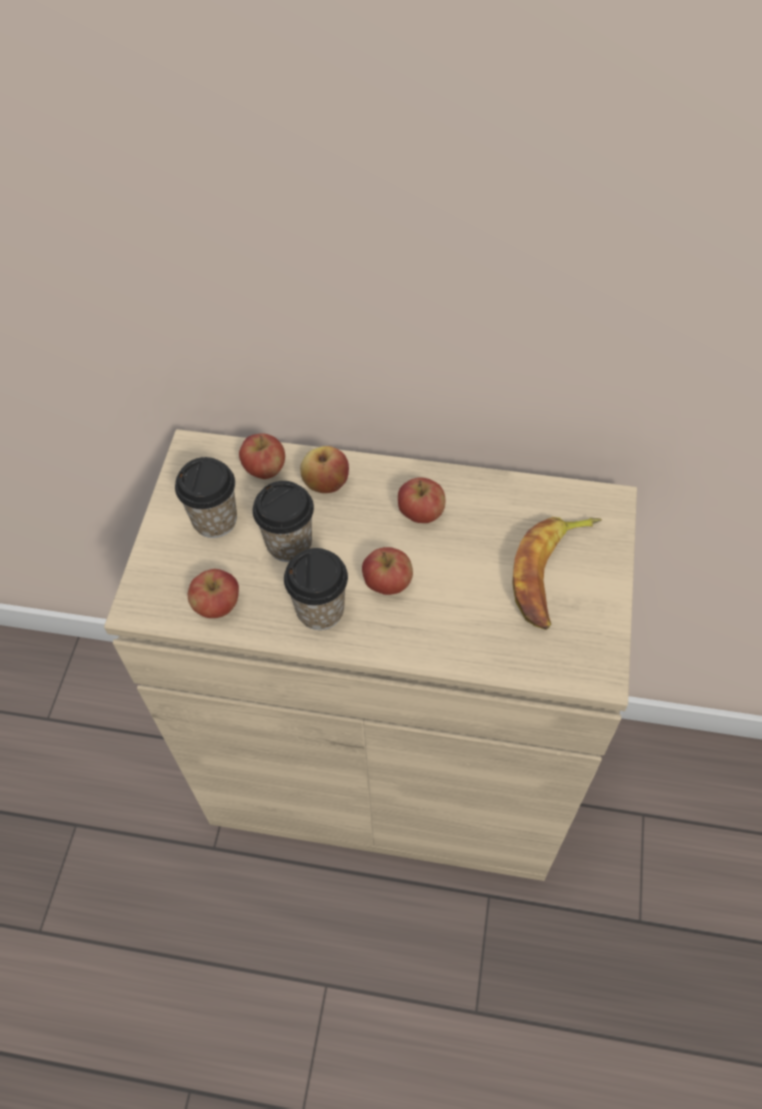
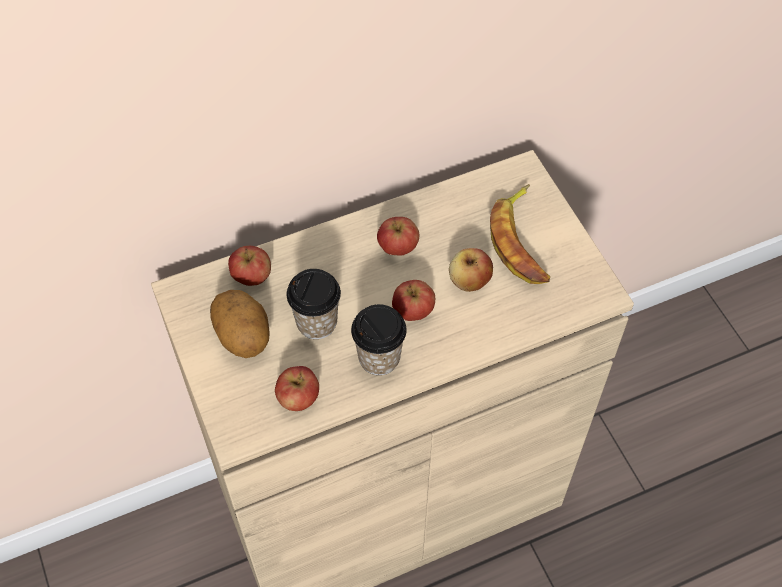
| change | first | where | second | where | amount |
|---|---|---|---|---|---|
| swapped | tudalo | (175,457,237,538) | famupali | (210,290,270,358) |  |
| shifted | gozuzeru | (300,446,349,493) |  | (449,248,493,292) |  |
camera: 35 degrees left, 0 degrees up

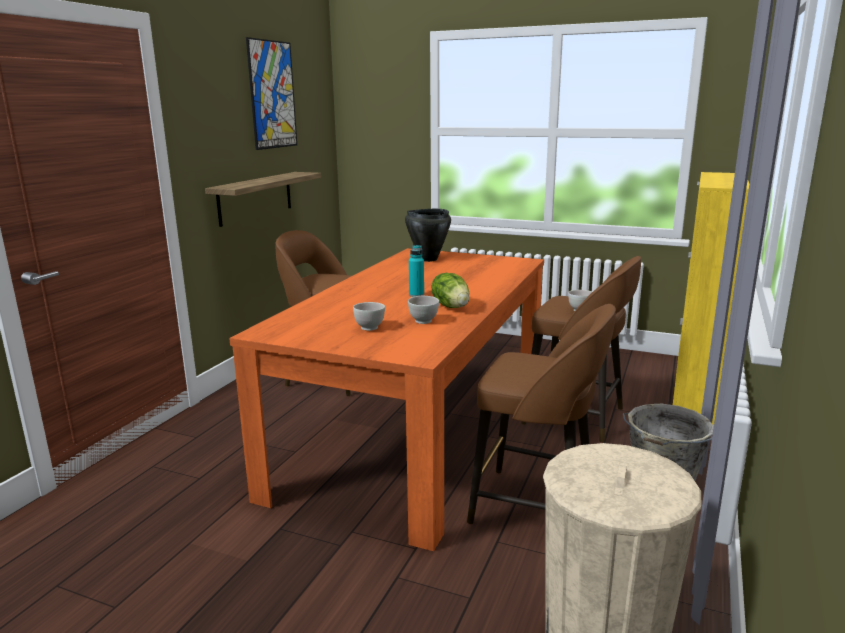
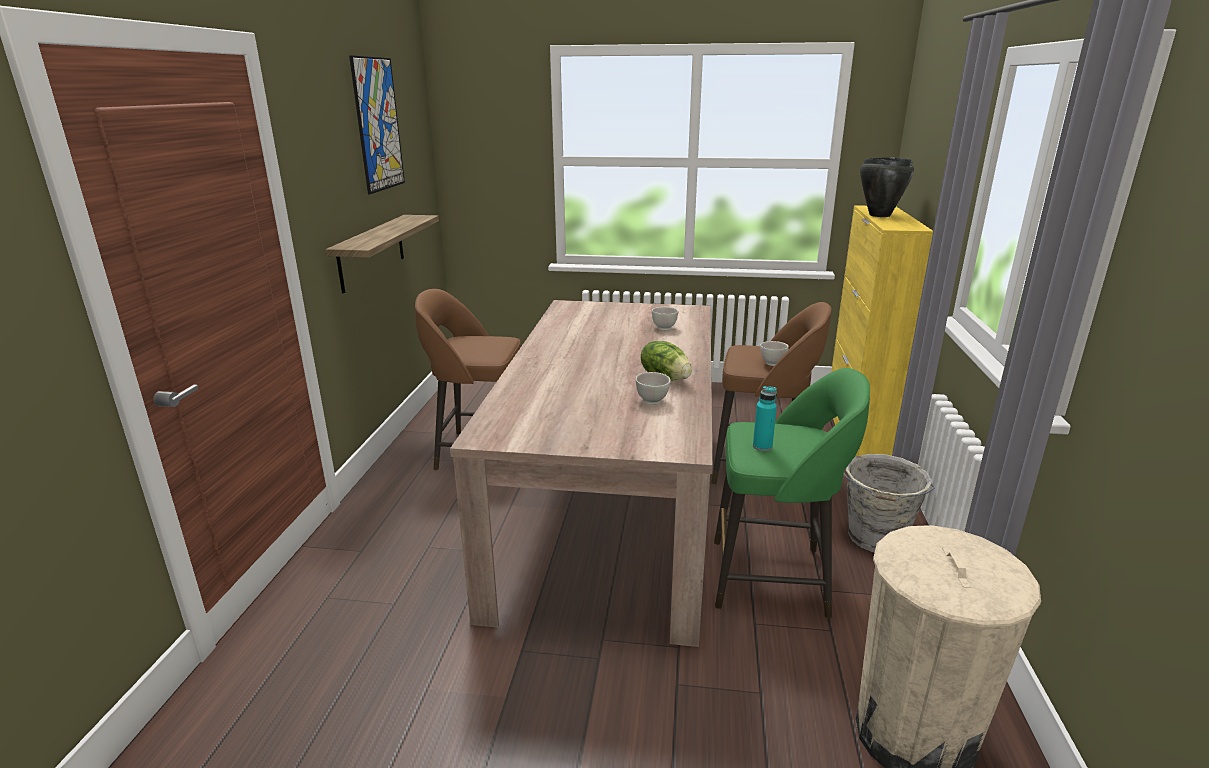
| change | first | where | second | where | amount |
|---|---|---|---|---|---|
| repainted | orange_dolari | (229,248,544,551) | beige_dolari | (450,300,713,647) |  |
| shifted | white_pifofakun | (353,302,385,331) |  | (652,307,678,330) |  |
| shifted | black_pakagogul | (405,209,451,262) |  | (860,157,914,217) |  |
| shifted | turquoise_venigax | (409,245,424,297) |  | (753,386,777,451) |  |
| repainted | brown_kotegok | (467,304,616,524) | green_kotegok | (714,368,870,619) |  |
camera: 15 degrees left, 5 degrees up

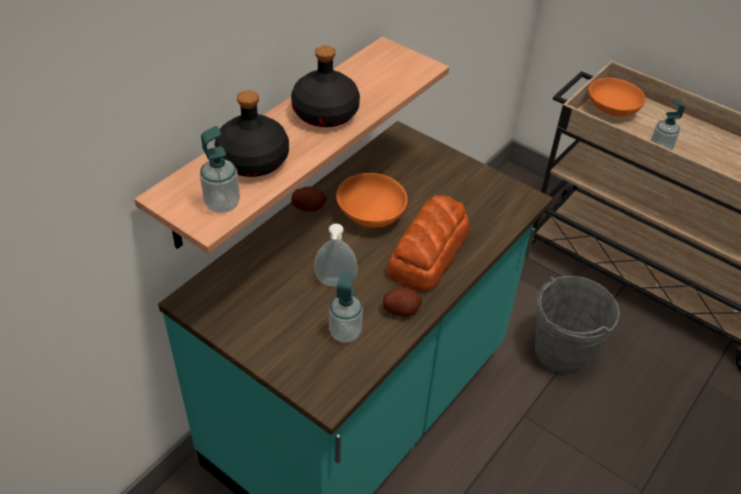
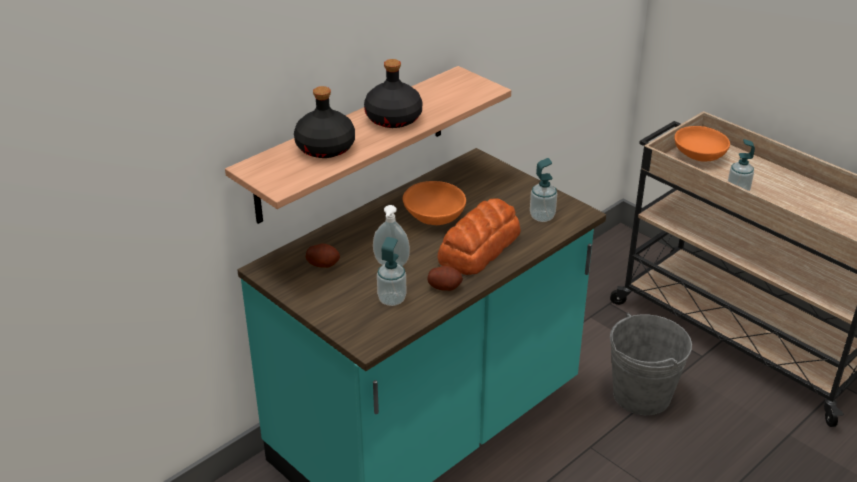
| change | first | where | second | where | amount |
|---|---|---|---|---|---|
| shifted | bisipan | (200,126,240,213) |  | (530,158,557,222) |  |
| shifted | famupali | (291,186,327,212) |  | (306,243,340,268) |  |
camera: 10 degrees right, 10 degrees down

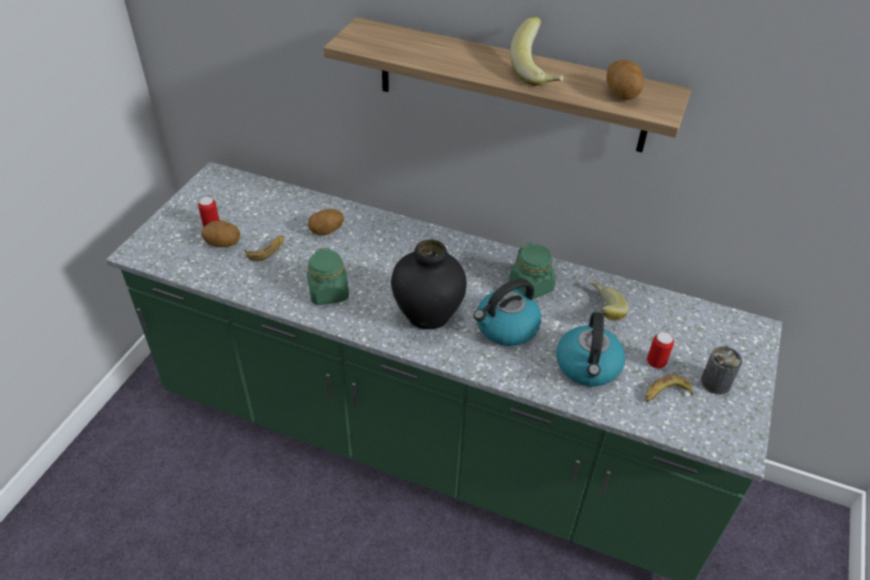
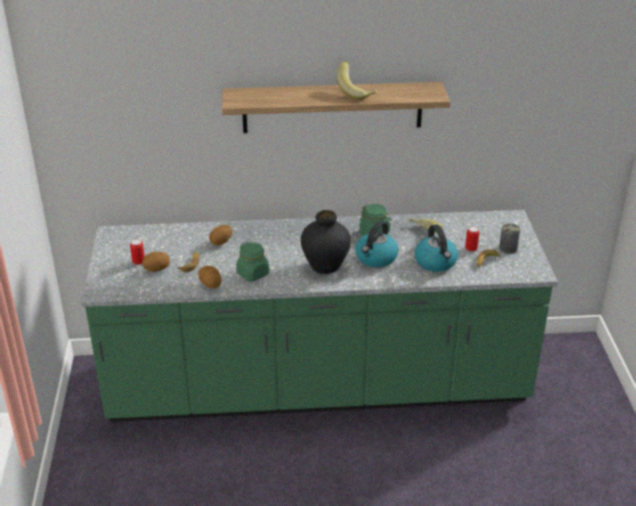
| change | first | where | second | where | amount |
|---|---|---|---|---|---|
| shifted | famupali | (606,60,644,100) |  | (198,266,221,289) |  |
camera: 25 degrees left, 10 degrees down

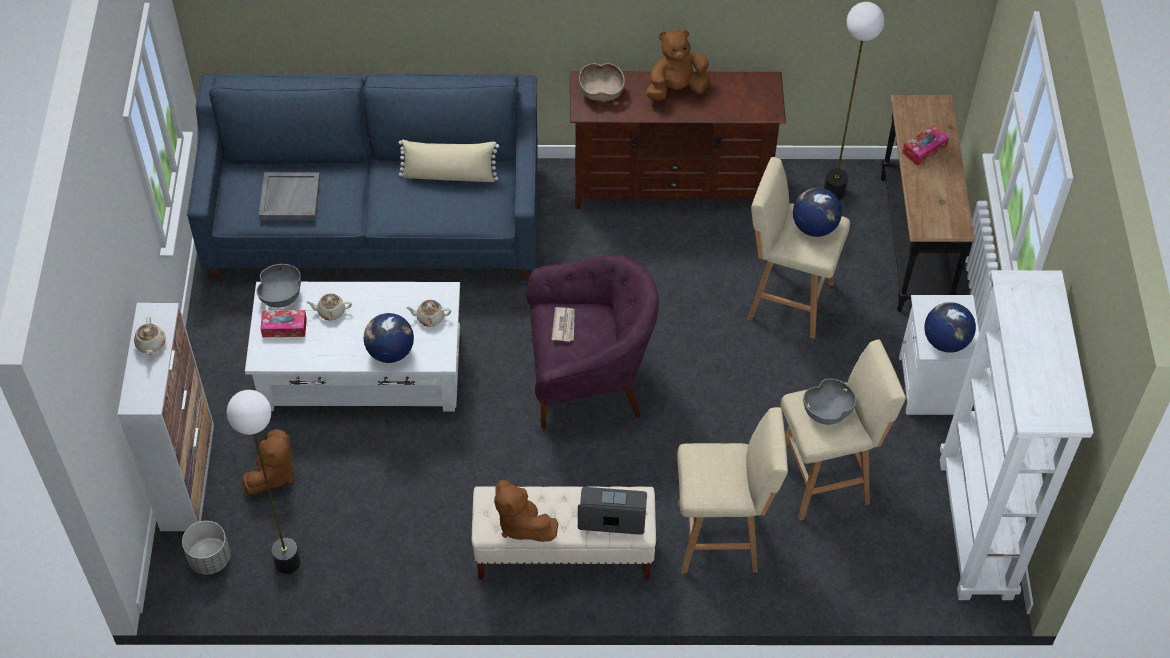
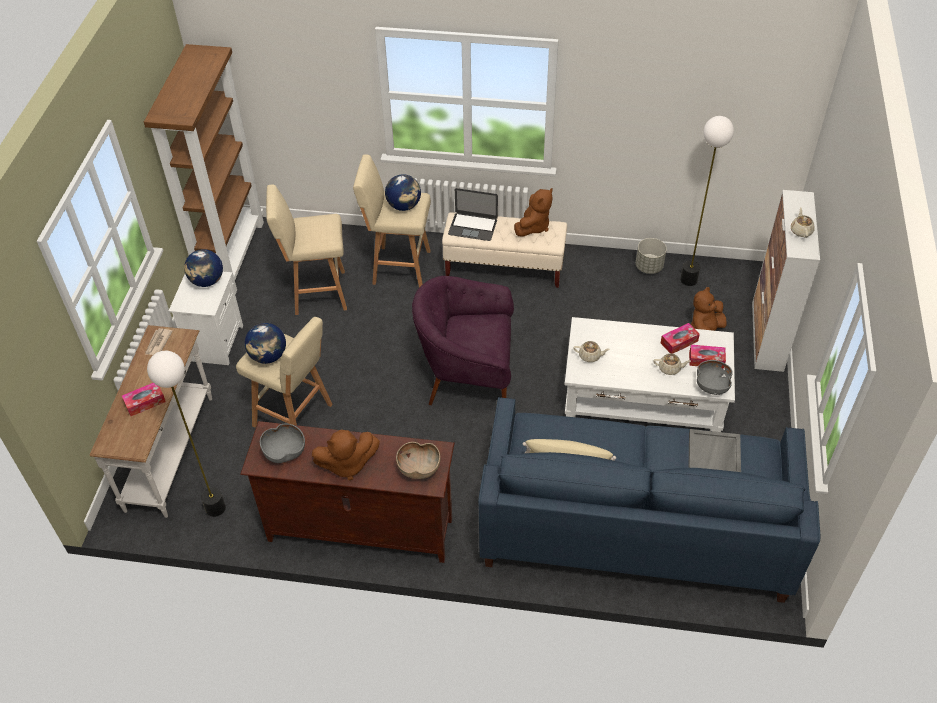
| change | first | where | second | where | amount |
|---|---|---|---|---|---|
| shifted | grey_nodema | (182,521,230,575) |  | (636,238,667,274) |  |
| shifted | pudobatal | (364,313,414,363) |  | (385,174,421,211) |  |
| rotated | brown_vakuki | (494,480,558,542) |  | (514,188,553,237) | 60 degrees clockwise |
| shifted | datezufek | (551,307,575,342) |  | (145,328,173,355) |  |
| shifted | grey_pifofakun | (803,378,856,425) |  | (260,424,305,463) |  |
| repainted | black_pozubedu | (881,95,975,312) | white_pozubedu | (90,325,212,518) |  |
| repainted | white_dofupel | (940,270,1093,600) | brown_dofupel | (144,44,264,295) |  |
| new |  |  | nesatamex | (661,323,700,354) |  |
camera: 170 degrees left, 5 degrees down

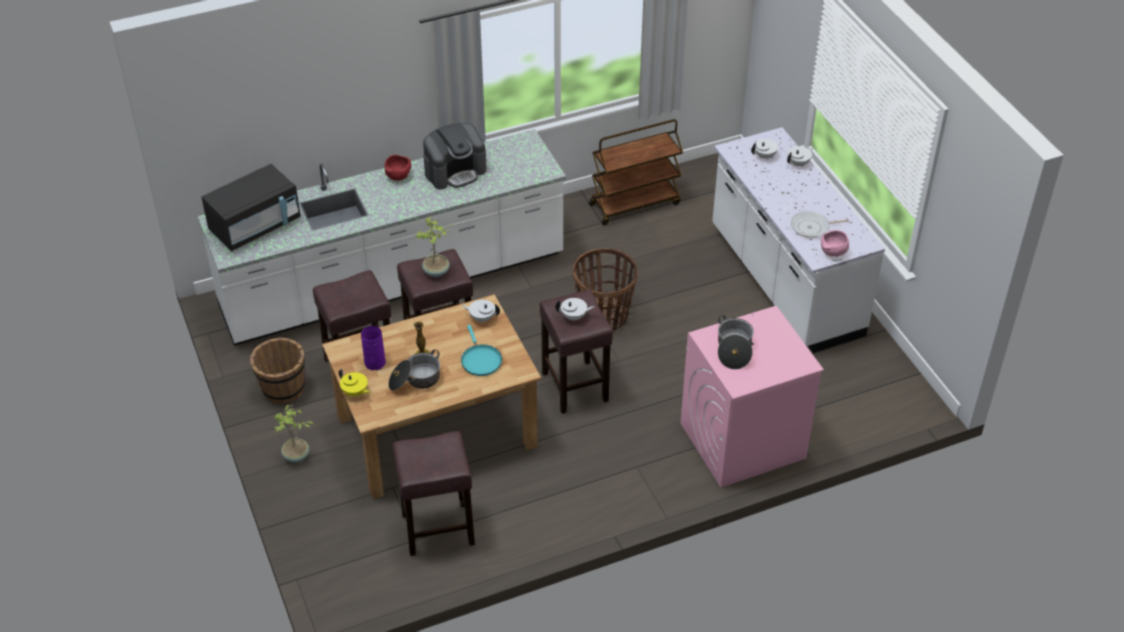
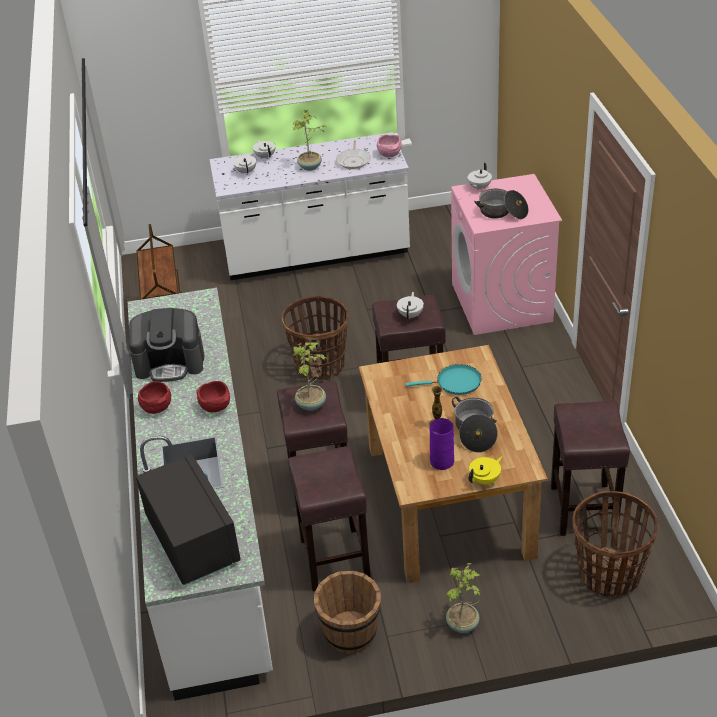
| change | first | where | second | where | amount |
|---|---|---|---|---|---|
| rotated | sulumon | (423,123,487,190) |  | (129,308,204,382) | 105 degrees clockwise |
| shifted | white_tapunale | (462,300,500,322) |  | (467,163,492,191) |  |
| new |  |  | red_pifofakun | (196,381,230,412) |  |
| new |  |  | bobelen | (293,109,327,171) |  |
| new |  |  | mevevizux | (572,491,659,597) |  |
camera: 75 degrees left, 5 degrees down

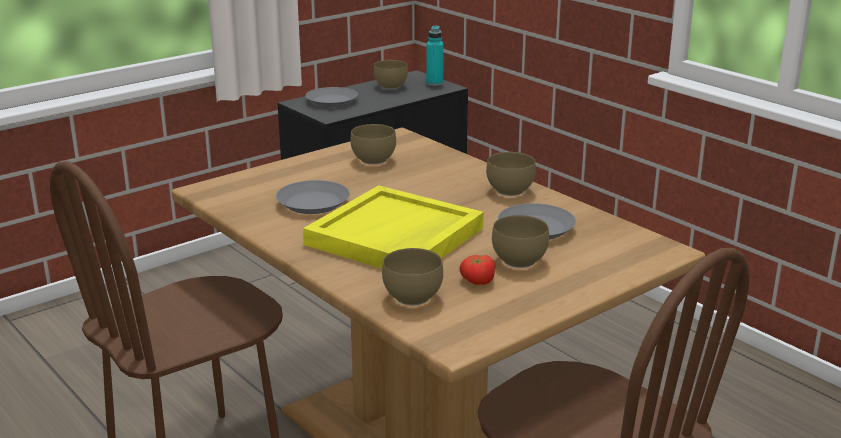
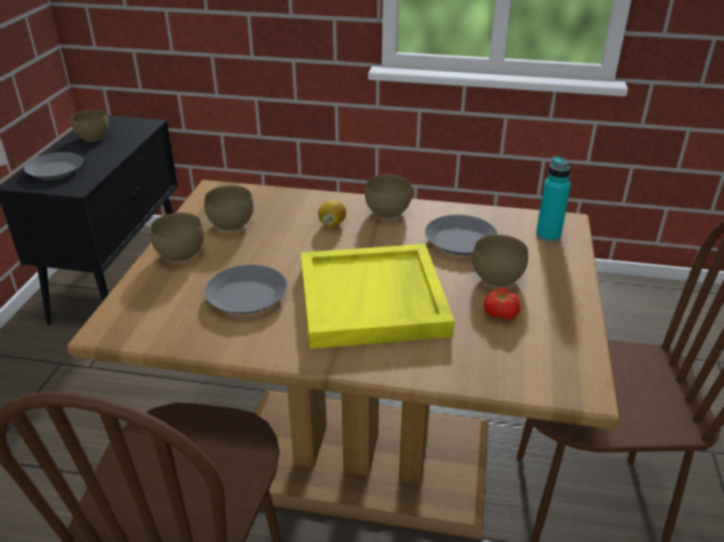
| change | first | where | second | where | amount |
|---|---|---|---|---|---|
| shifted | brown_pifofakun | (382,248,443,305) |  | (150,213,204,262) |  |
| shifted | turquoise_venigax | (426,26,444,86) |  | (536,156,571,242) |  |
| new |  |  | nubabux | (318,200,346,227) |  |
camera: 40 degrees left, 10 degrees up

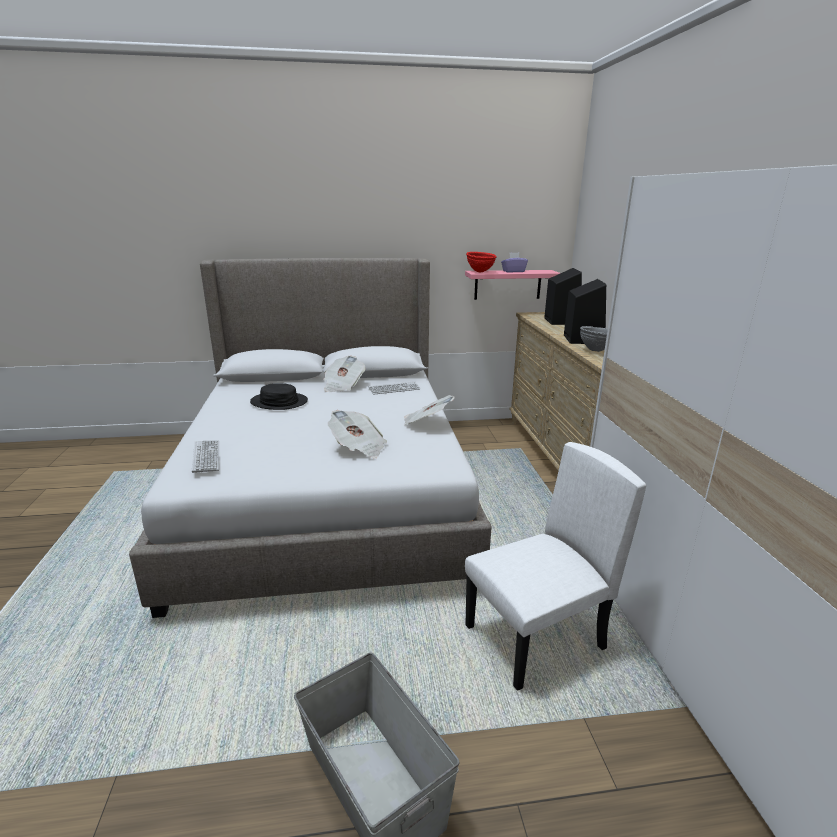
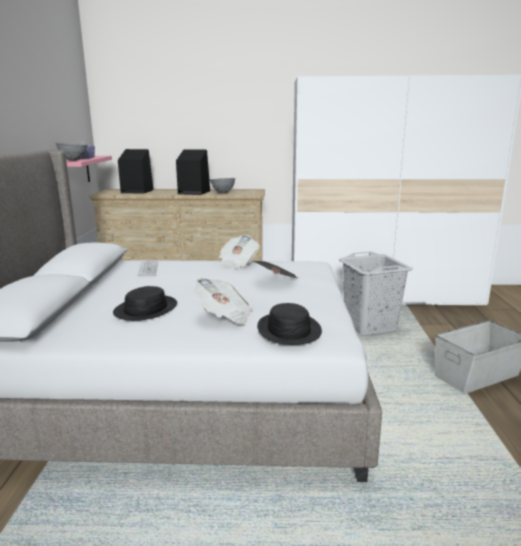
| change | first | where | second | where | amount |
|---|---|---|---|---|---|
| swapped | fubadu | (192,440,219,473) | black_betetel | (257,303,322,345) |  |
| shifted | datezufek | (323,356,366,392) |  | (193,278,253,325) |  |
| swapped | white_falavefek | (465,442,646,691) | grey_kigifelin | (339,252,413,336) |  |
| repainted | red_pifofakun | (466,252,497,272) | grey_pifofakun | (56,142,88,161) |  |
camera: 80 degrees left, 5 degrees down

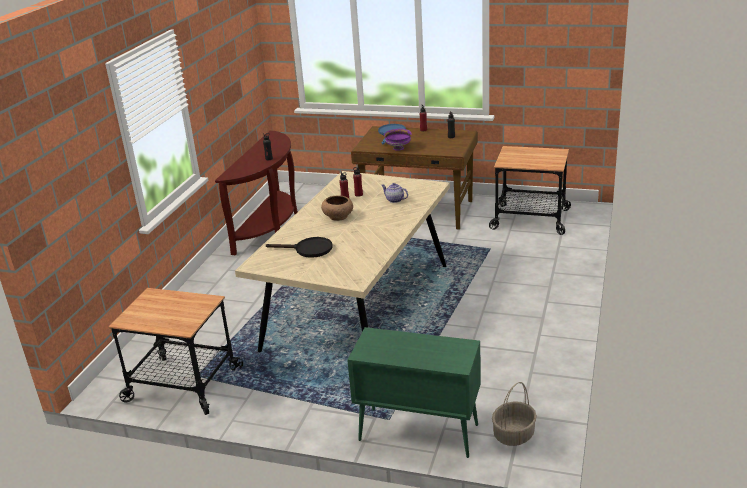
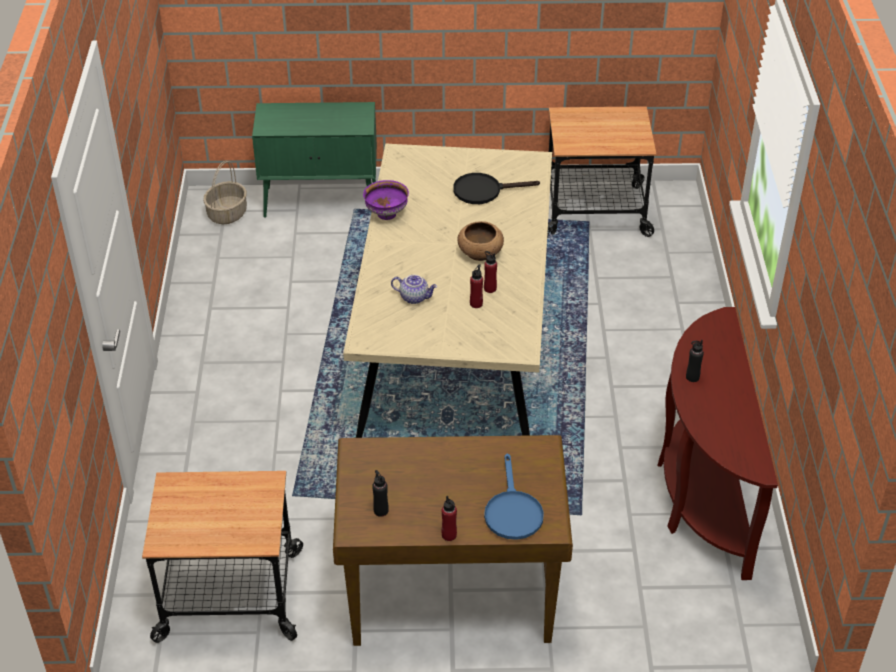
| change | first | where | second | where | amount |
|---|---|---|---|---|---|
| shifted | purple_pifofakun | (384,129,412,151) |  | (363,180,409,220) |  |
camera: 160 degrees right, 15 degrees up

